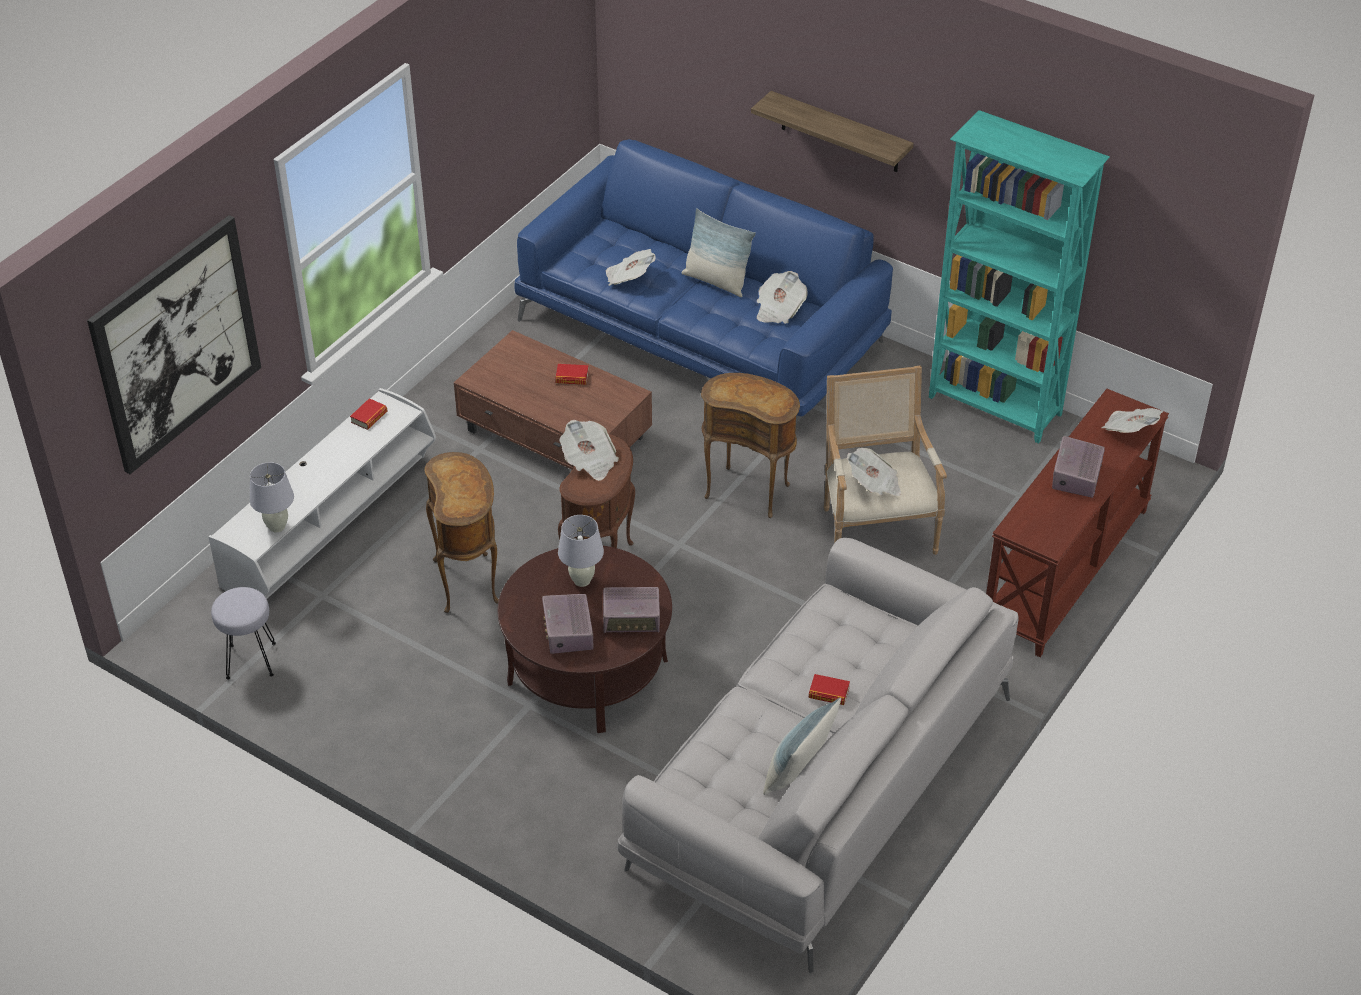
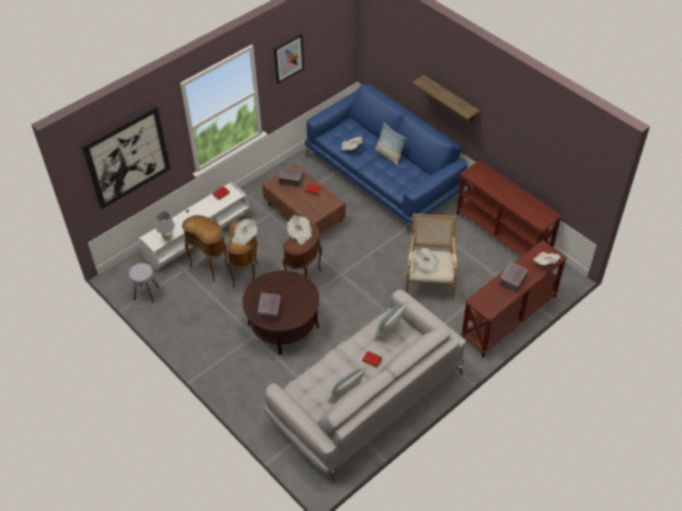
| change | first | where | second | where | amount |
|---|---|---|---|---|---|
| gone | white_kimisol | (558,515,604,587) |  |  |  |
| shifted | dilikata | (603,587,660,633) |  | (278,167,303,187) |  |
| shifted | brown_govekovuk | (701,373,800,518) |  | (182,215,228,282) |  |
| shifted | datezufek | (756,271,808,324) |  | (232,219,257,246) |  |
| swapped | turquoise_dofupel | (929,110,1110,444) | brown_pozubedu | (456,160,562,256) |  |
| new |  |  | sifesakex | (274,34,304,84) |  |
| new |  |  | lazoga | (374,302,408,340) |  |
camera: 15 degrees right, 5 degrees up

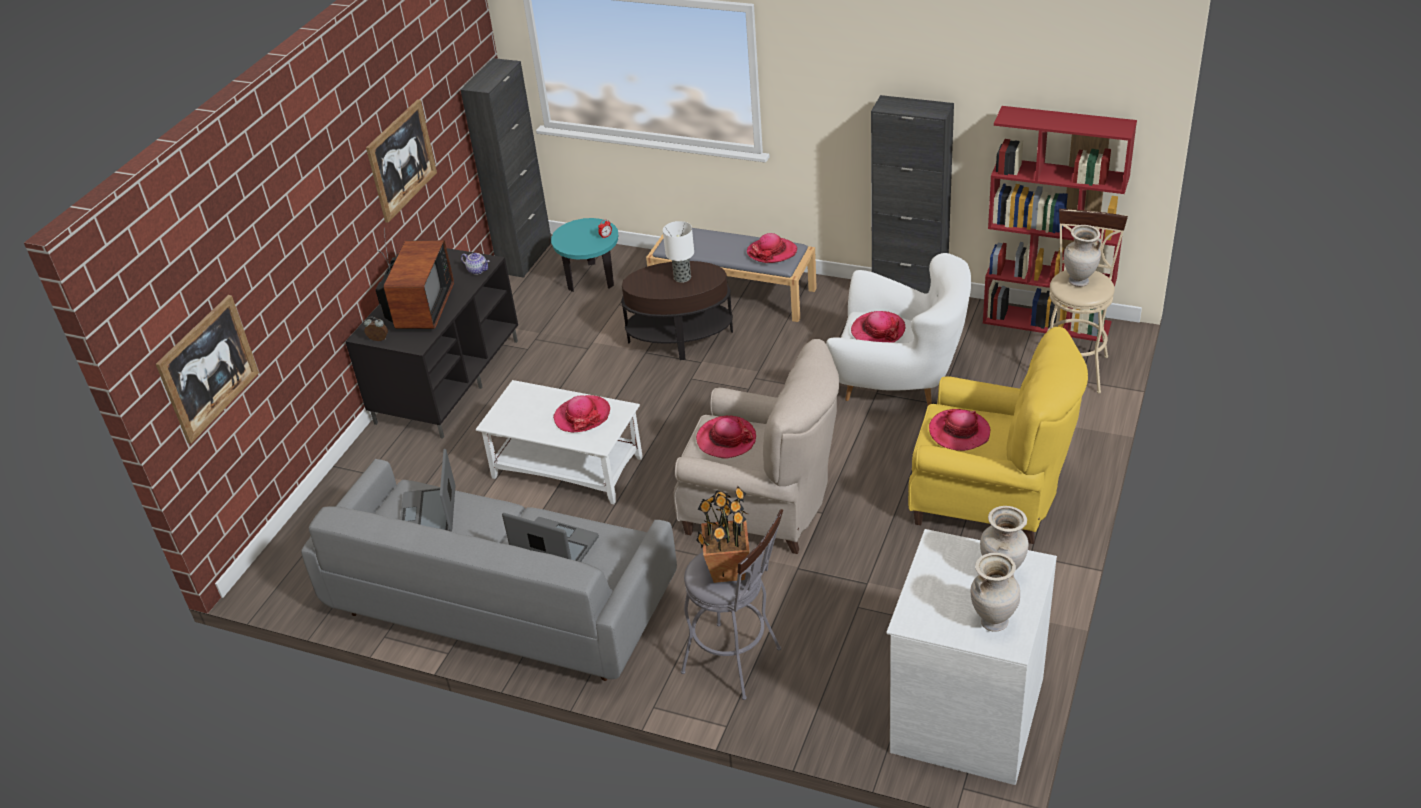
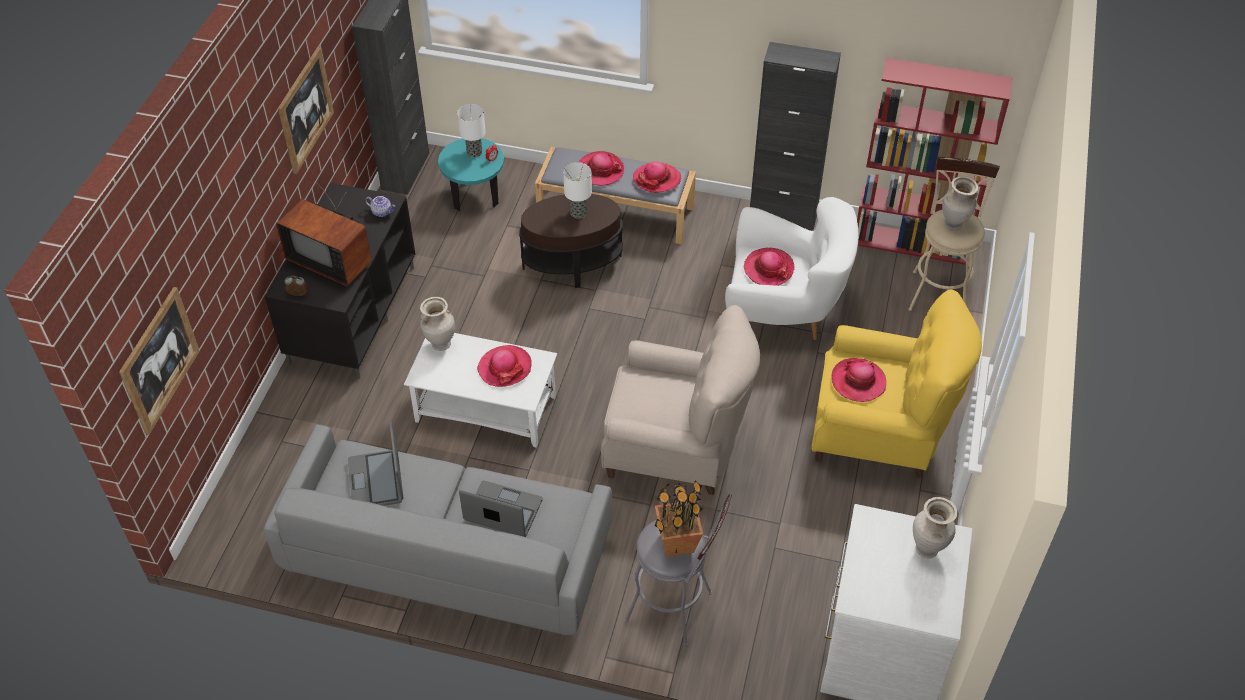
| change | first | where | second | where | amount |
|---|---|---|---|---|---|
| rotated | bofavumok | (376,228,454,329) |  | (276,183,372,286) | 120 degrees clockwise |
| shifted | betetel | (696,415,756,459) |  | (579,151,624,186) |  |
| shifted | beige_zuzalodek | (971,553,1020,632) |  | (420,297,455,351) |  |
| new |  |  | kimisol | (457,104,486,158) |  |
camera: 10 degrees left, 10 degrees up

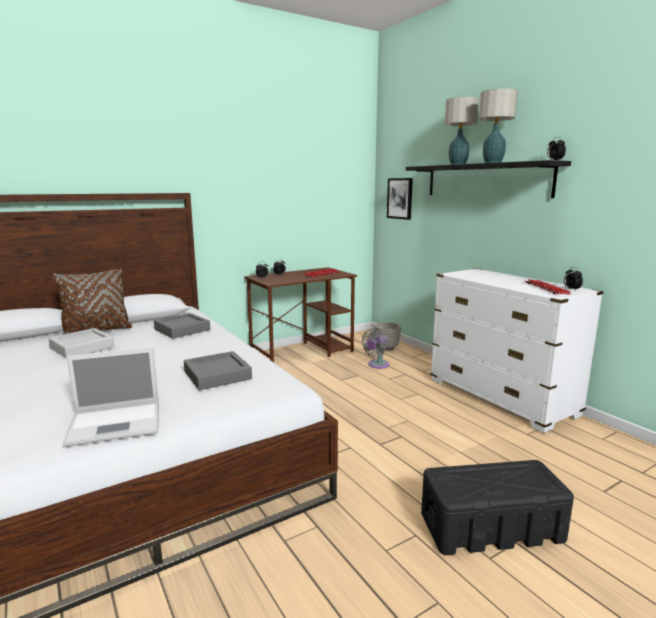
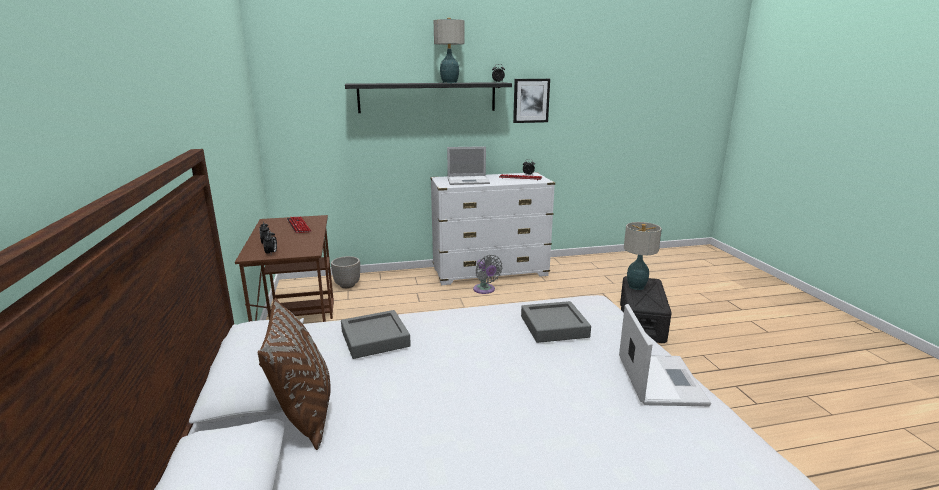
| change | first | where | second | where | amount |
|---|---|---|---|---|---|
| gone | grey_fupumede | (48,328,114,359) |  |  |  |
| shifted | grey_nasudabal | (361,329,390,369) |  | (473,255,503,294) |  |
| shifted | sifesakex | (387,178,413,220) |  | (513,79,550,123) |  |
| shifted | kimisol | (445,97,479,165) |  | (624,222,662,290) |  |
| new |  |  | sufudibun | (447,146,490,185) |  |
camera: 70 degrees left, 5 degrees up

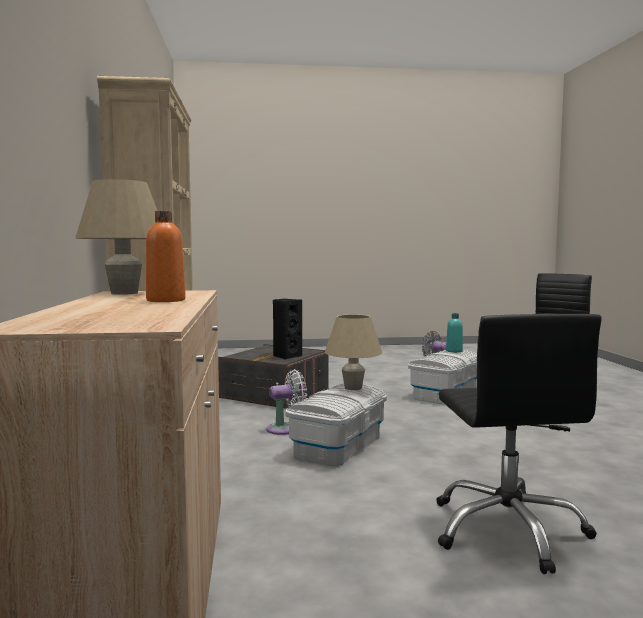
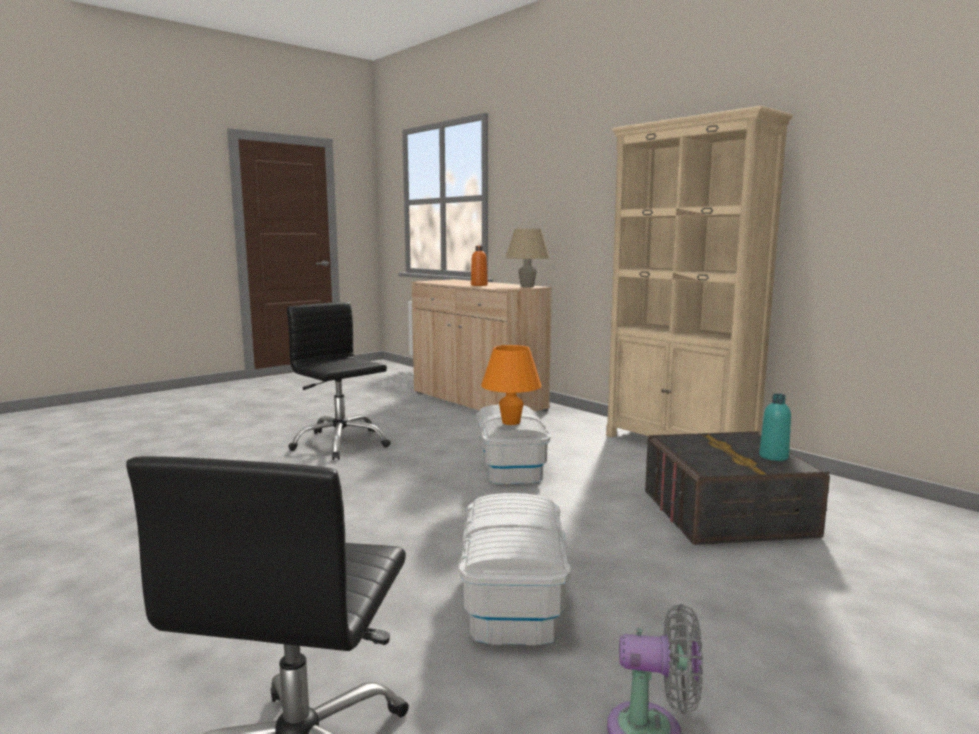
| change | first | where | second | where | amount |
|---|---|---|---|---|---|
| gone | white_nasudabal | (266,369,307,435) |  |  |  |
| gone | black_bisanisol | (273,299,302,360) |  |  |  |
| repainted | beige_kimisol | (325,314,382,390) | orange_kimisol | (481,345,542,425) |  |
| shifted | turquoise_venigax | (446,313,463,353) |  | (759,394,791,461) |  |
camera: 145 degrees right, 5 degrees up

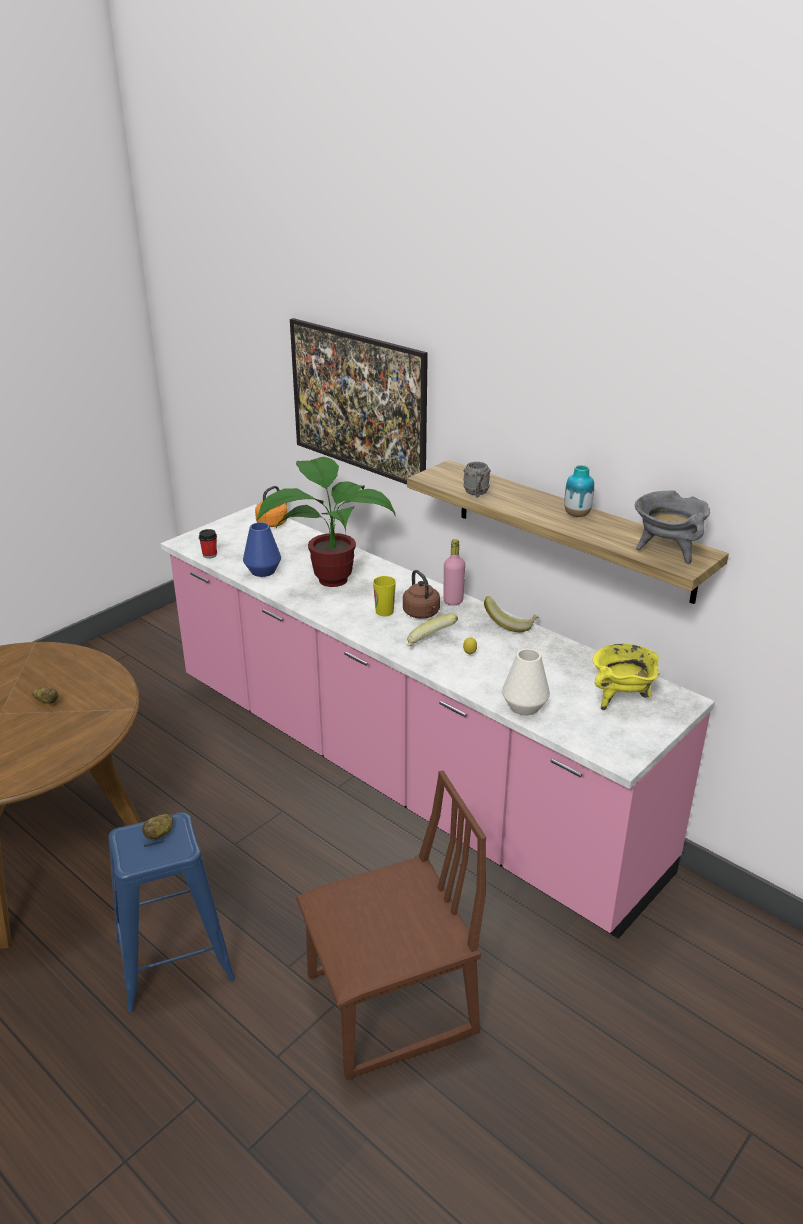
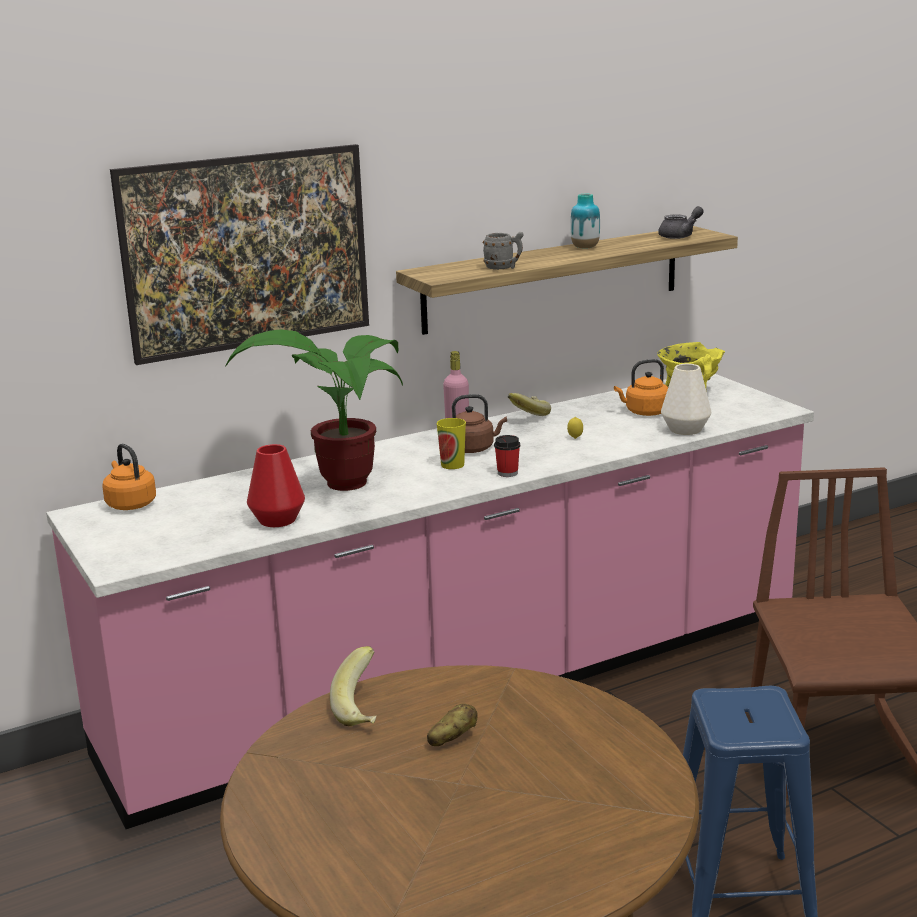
| change | first | where | second | where | amount |
|---|---|---|---|---|---|
| gone | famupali | (142,814,173,839) |  |  |  |
| shifted | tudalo | (199,529,217,559) |  | (494,435,520,477) |  |
| repainted | blue_zuzalodek | (243,522,281,577) | red_zuzalodek | (247,444,305,527) |  |
| shifted | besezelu | (406,614,458,646) |  | (330,646,377,726) |  |
| swapped | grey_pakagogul | (635,490,710,564) | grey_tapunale | (658,206,704,239) |  |
| new |  |  | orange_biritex | (614,359,668,416) |  |
camera: 70 degrees left, 10 degrees down

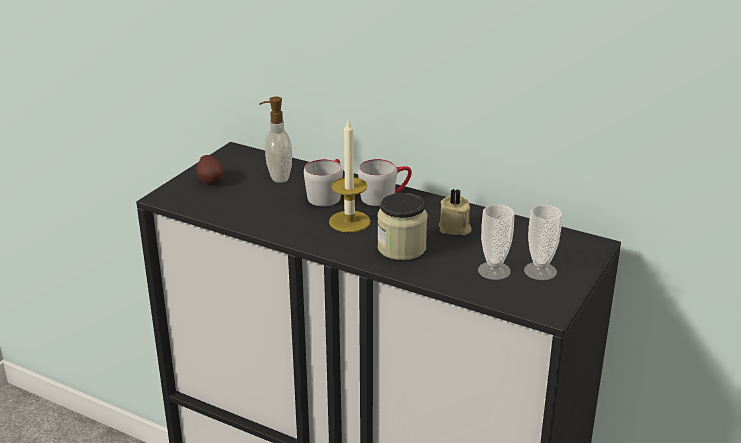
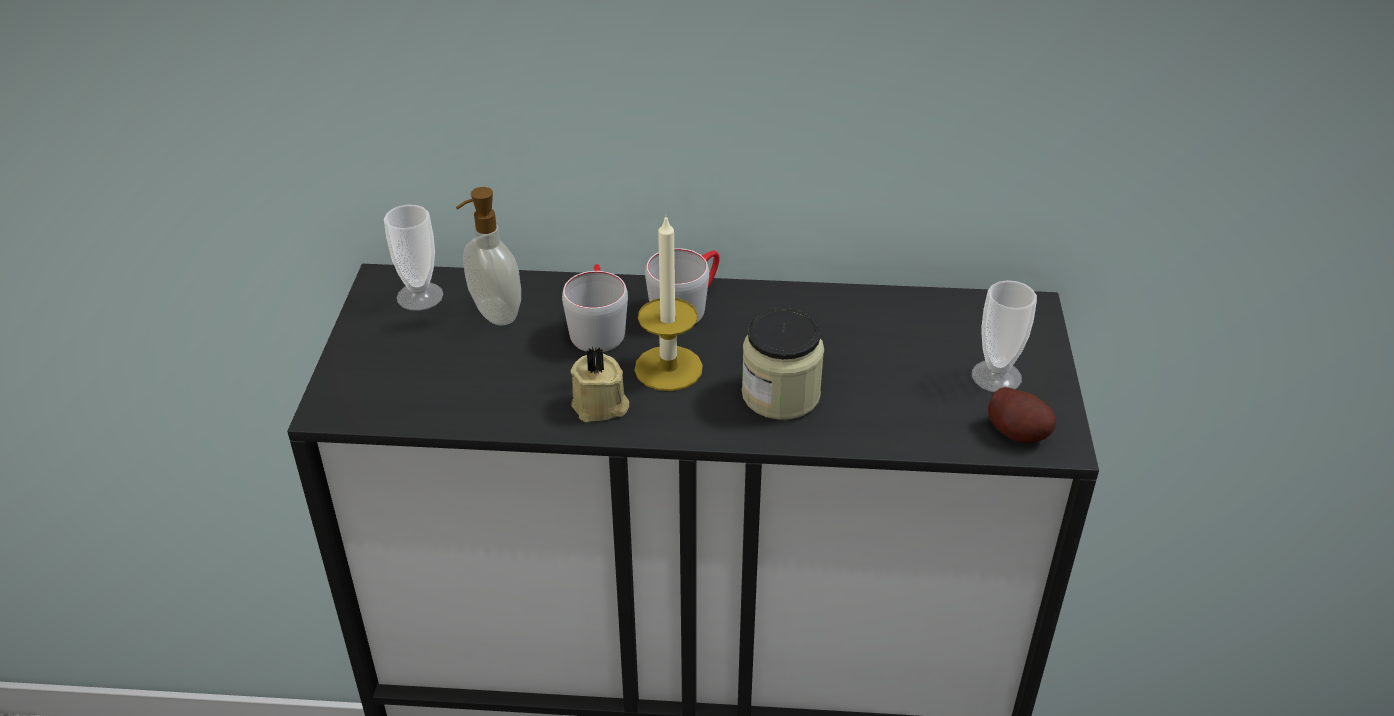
| change | first | where | second | where | amount |
|---|---|---|---|---|---|
| shifted | famupali | (196,155,224,184) |  | (988,387,1056,443) |  |
| shifted | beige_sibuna | (439,189,472,235) |  | (571,347,629,422) |  |
| shifted | tudalo | (478,204,514,280) |  | (384,205,443,311) |  |
camera: 25 degrees left, 10 degrees up

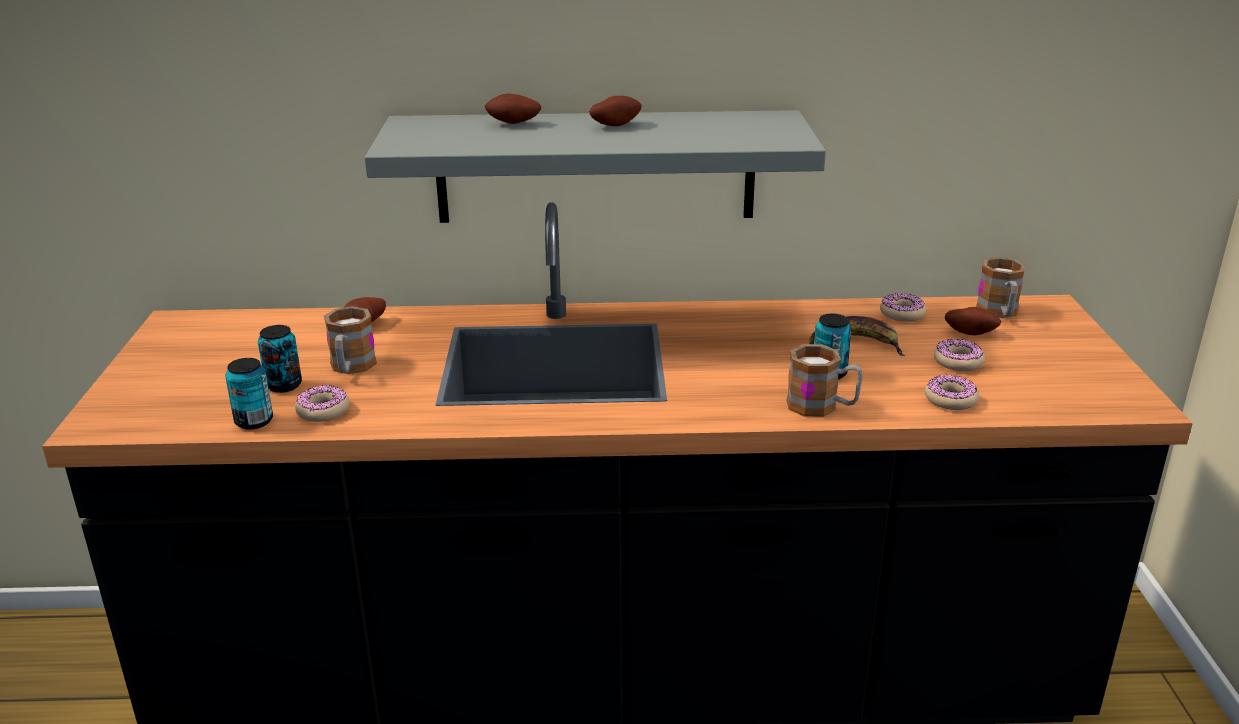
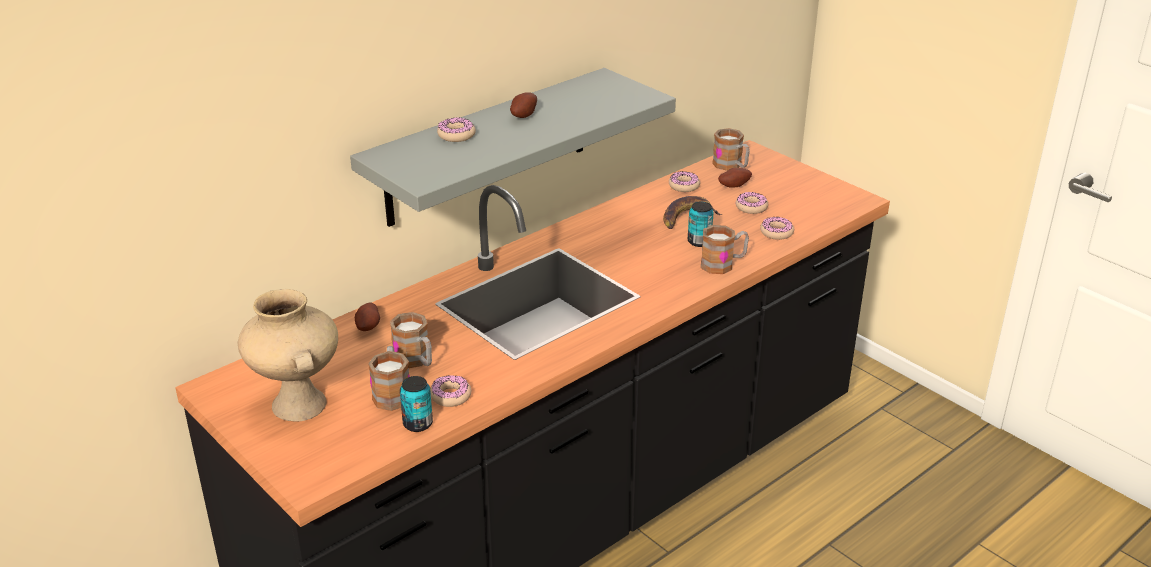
| change | first | where | second | where | amount |
|---|---|---|---|---|---|
| swapped | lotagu | (258,325,302,393) | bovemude | (368,346,410,411) |  |
| swapped | famupali | (485,94,541,124) | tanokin | (437,117,476,142) |  |
| new |  |  | beige_zuzalodek | (238,289,338,422) |  |
camera: 40 degrees left, 5 degrees up

